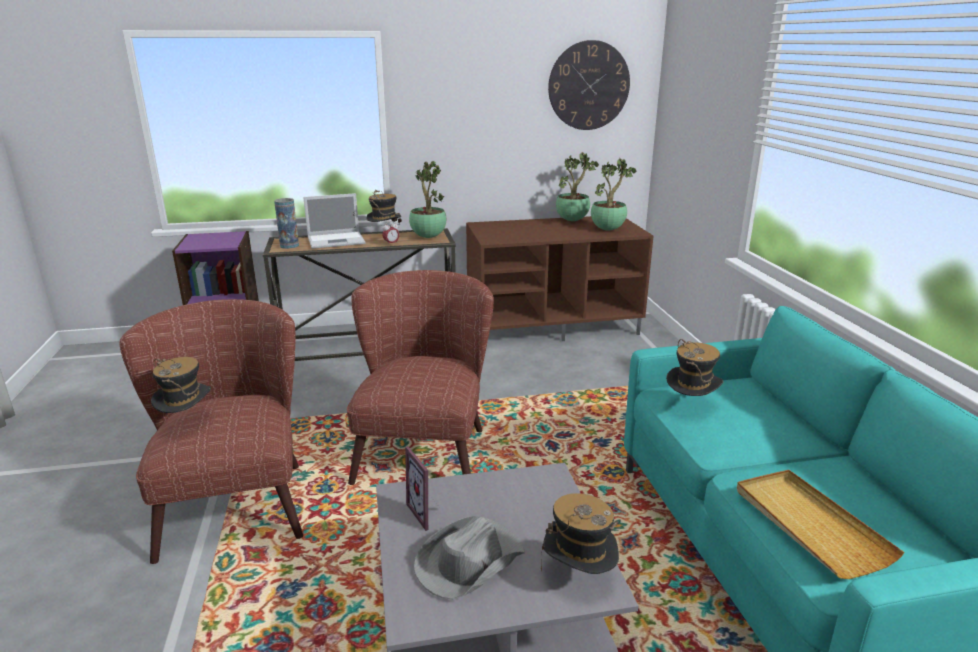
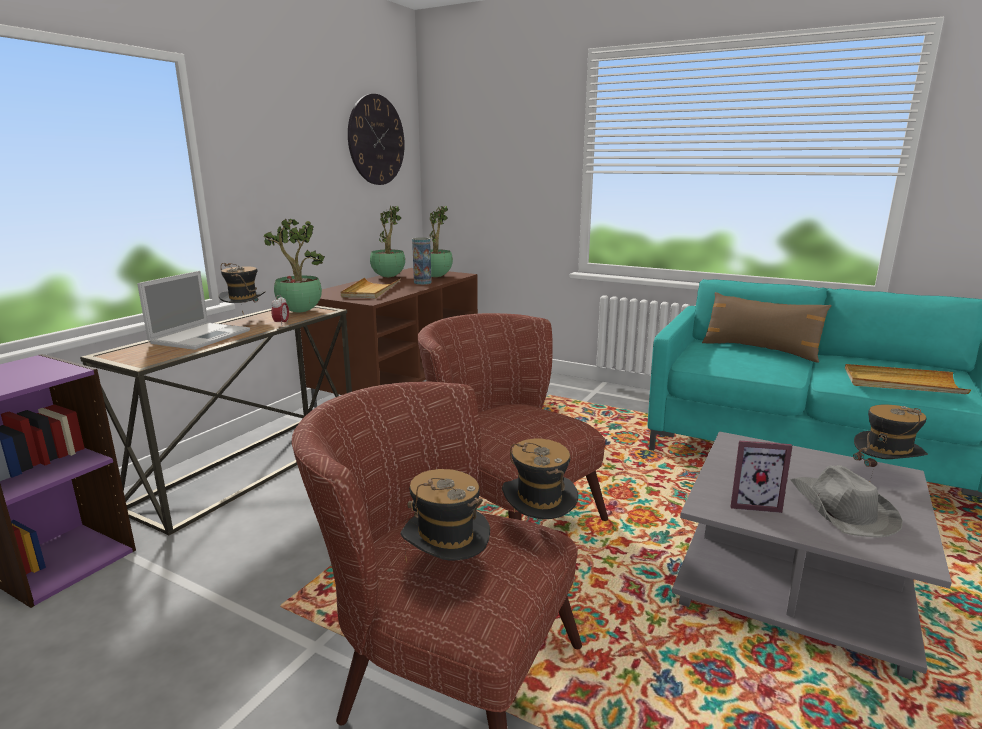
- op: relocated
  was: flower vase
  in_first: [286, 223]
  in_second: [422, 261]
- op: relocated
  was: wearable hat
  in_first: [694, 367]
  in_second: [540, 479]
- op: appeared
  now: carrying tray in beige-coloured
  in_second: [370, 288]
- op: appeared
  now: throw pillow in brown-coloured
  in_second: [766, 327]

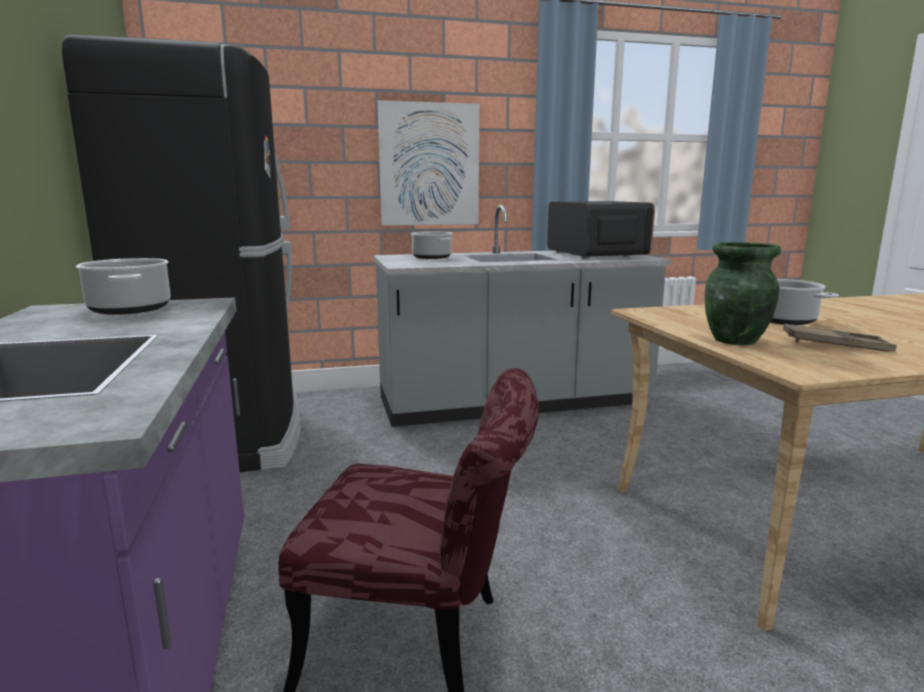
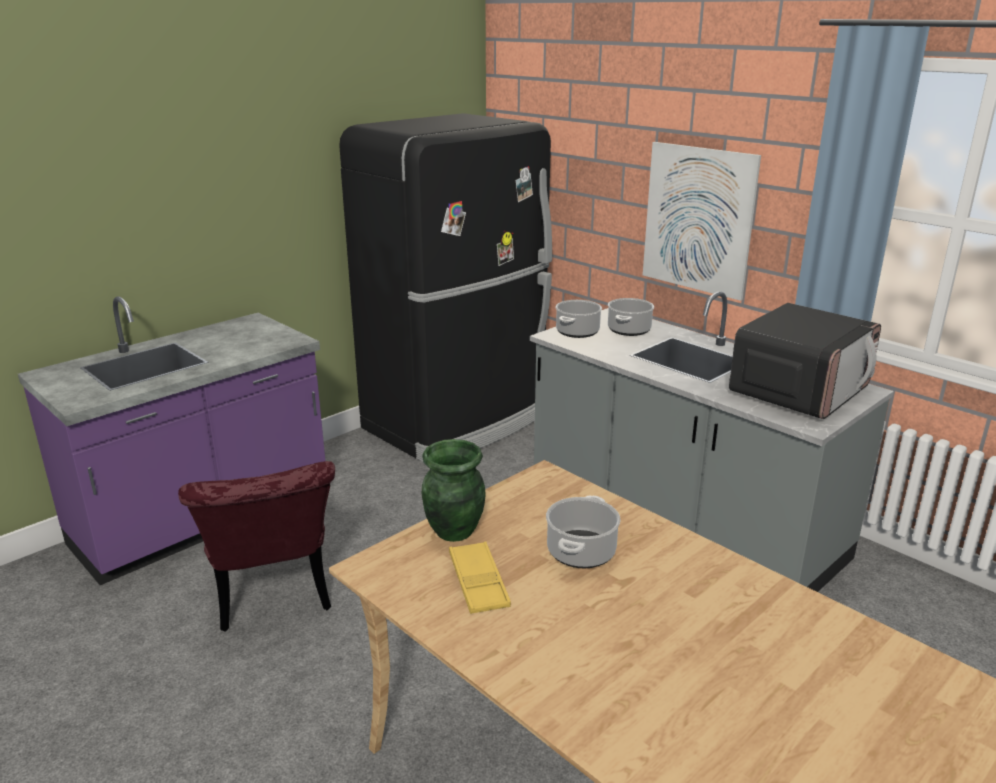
- op: relocated
  was: cooking pot
  in_first: [123, 286]
  in_second: [579, 319]
- op: colour
  was: carrying tray in brown-coloured
  now: carrying tray in yellow
  in_first: [840, 337]
  in_second: [480, 577]

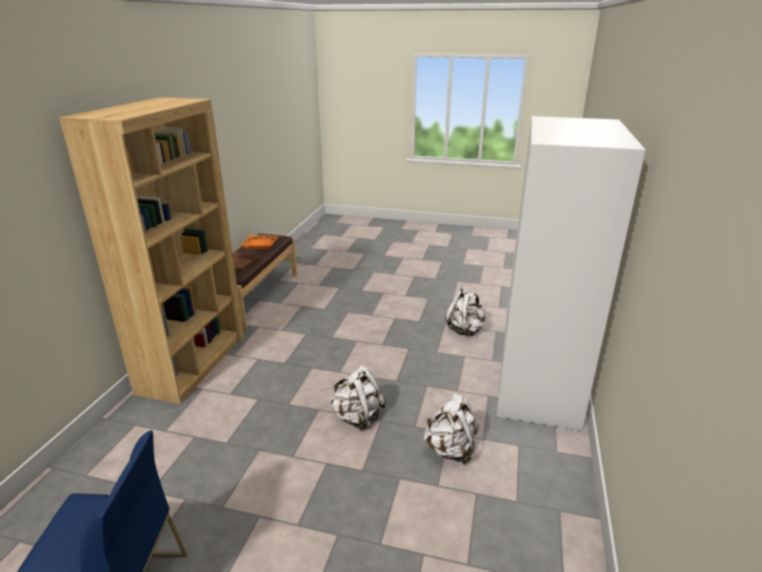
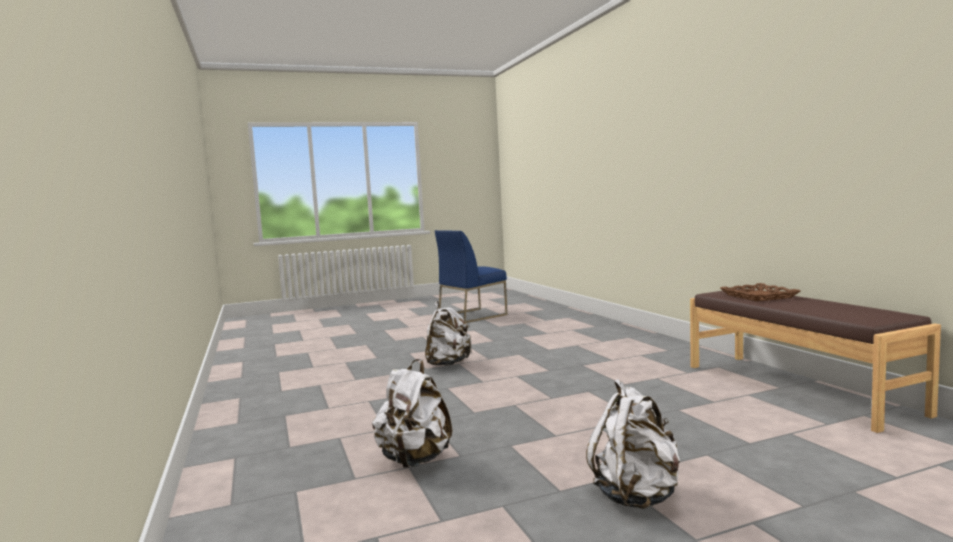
- op: missing
  was: bookcase in brown-coloured
  in_first: [151, 250]
- op: missing
  was: clothes cupboard in white
  in_first: [571, 273]
- op: missing
  was: carrying tray in orangey
  in_first: [259, 242]
- op: relocated
  was: backpack in white
  in_first: [451, 429]
  in_second: [633, 444]

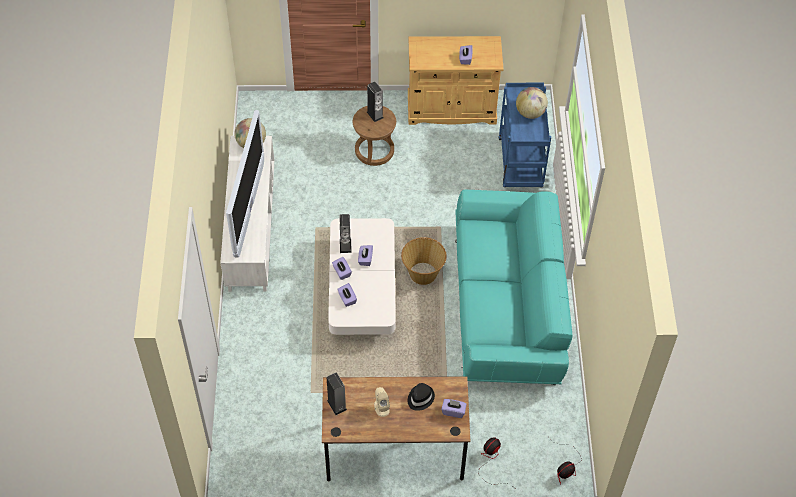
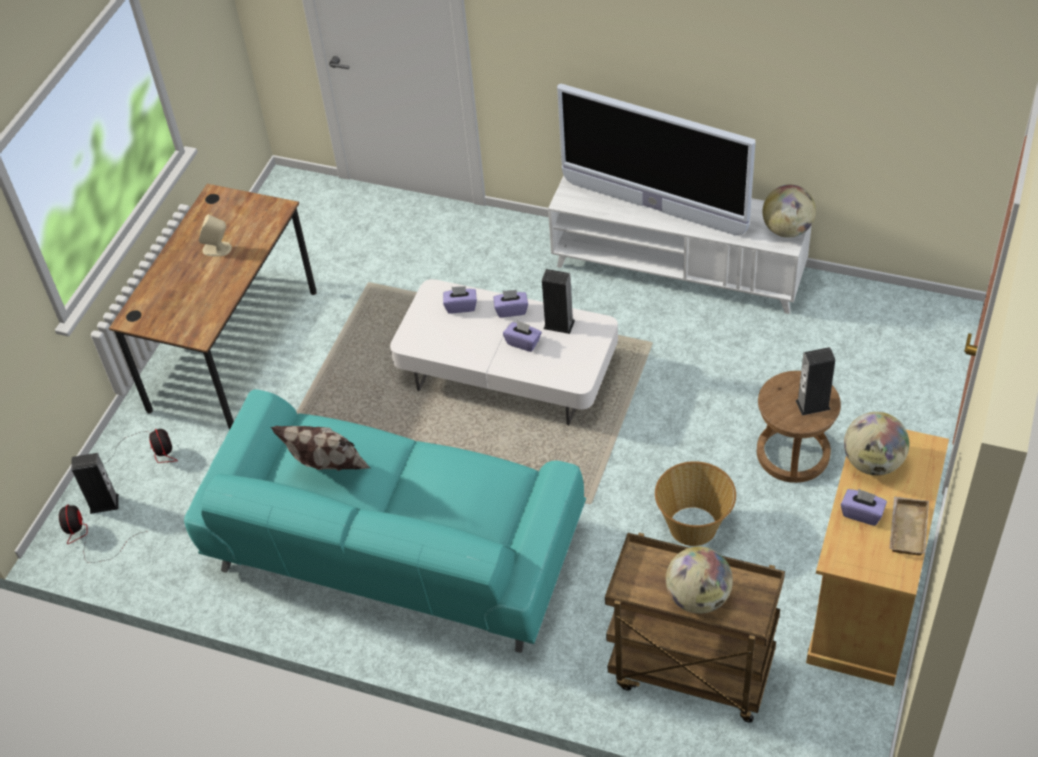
- op: colour
  was: cart in blue-coloured
  now: cart in brown-coloured
  in_first: [524, 135]
  in_second: [695, 628]
- op: relocated
  was: storage basket
  in_first: [424, 261]
  in_second: [695, 503]
- op: relocated
  was: speaker
  in_first: [337, 394]
  in_second: [95, 483]
- op: missing
  was: wearable hat in black-coloured
  in_first: [421, 397]
- op: missing
  was: tissue holder in purplish
  in_first: [454, 408]
- op: appeared
  now: desk globe
  in_second: [876, 444]
- op: appeared
  now: throw pillow
  in_second: [320, 448]
- op: appeared
  now: carrying tray in beige-coloured
  in_second: [909, 526]

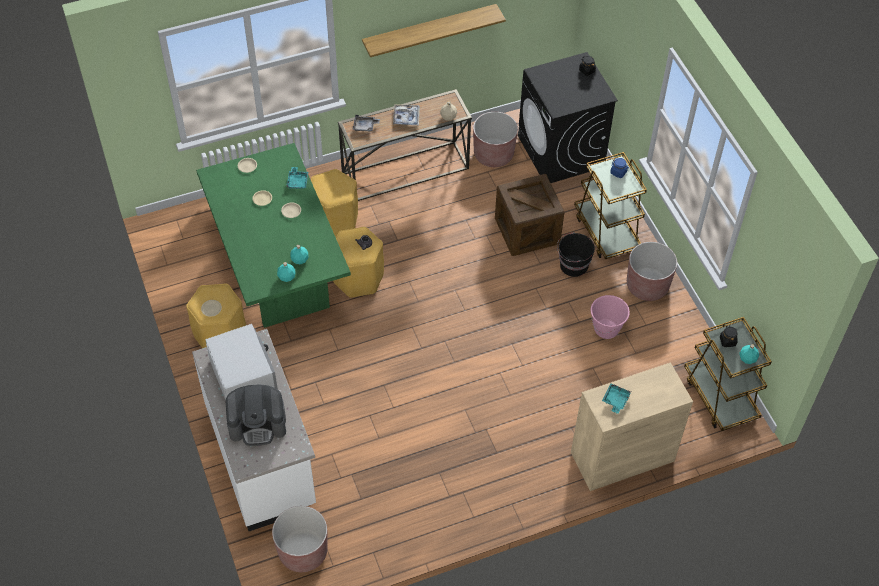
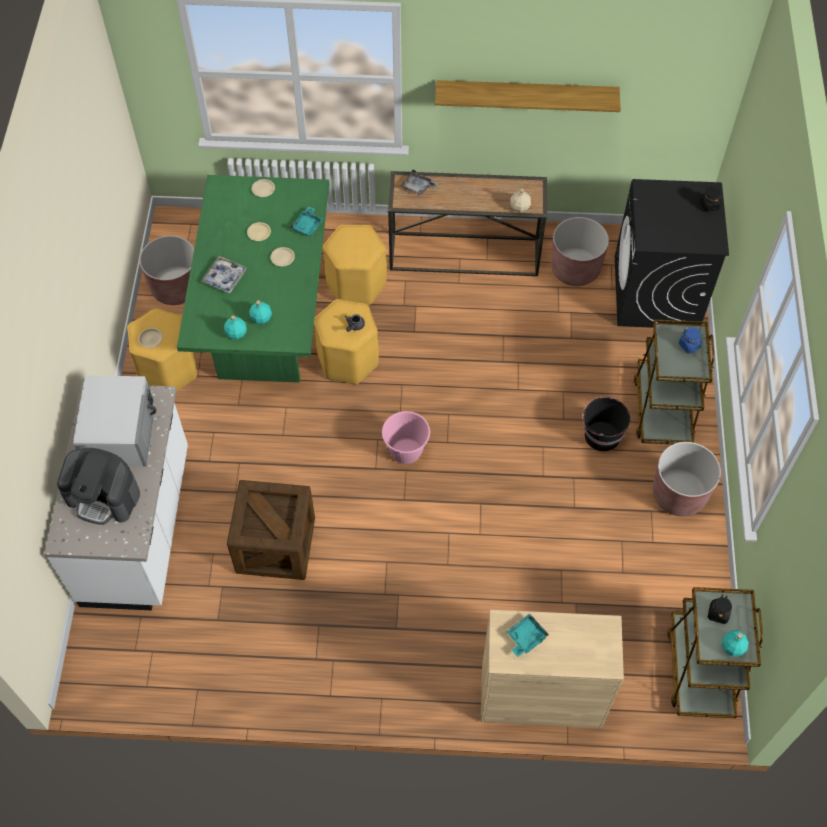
- op: relocated
  was: carrying tray
  in_first: [406, 114]
  in_second: [224, 274]
- op: relocated
  was: crate
  in_first: [530, 215]
  in_second: [271, 530]
- op: relocated
  was: bucket in pink
  in_first: [610, 317]
  in_second: [406, 437]
- op: relocated
  was: plant pot in brown-coloured
  in_first: [300, 539]
  in_second: [167, 270]

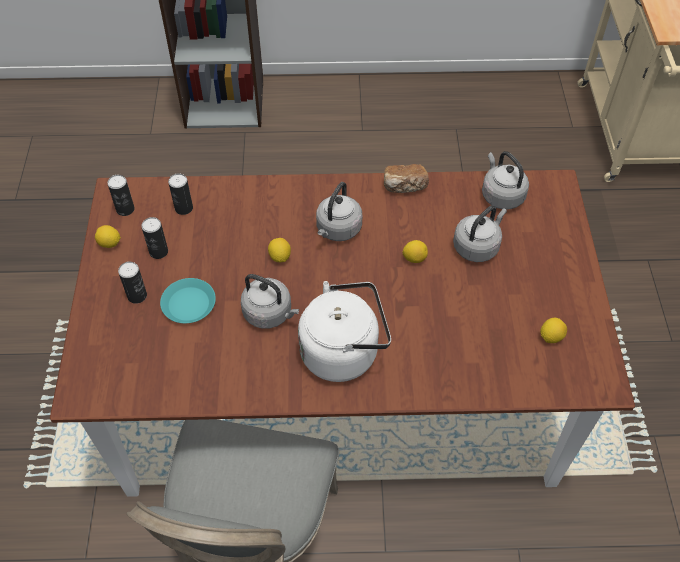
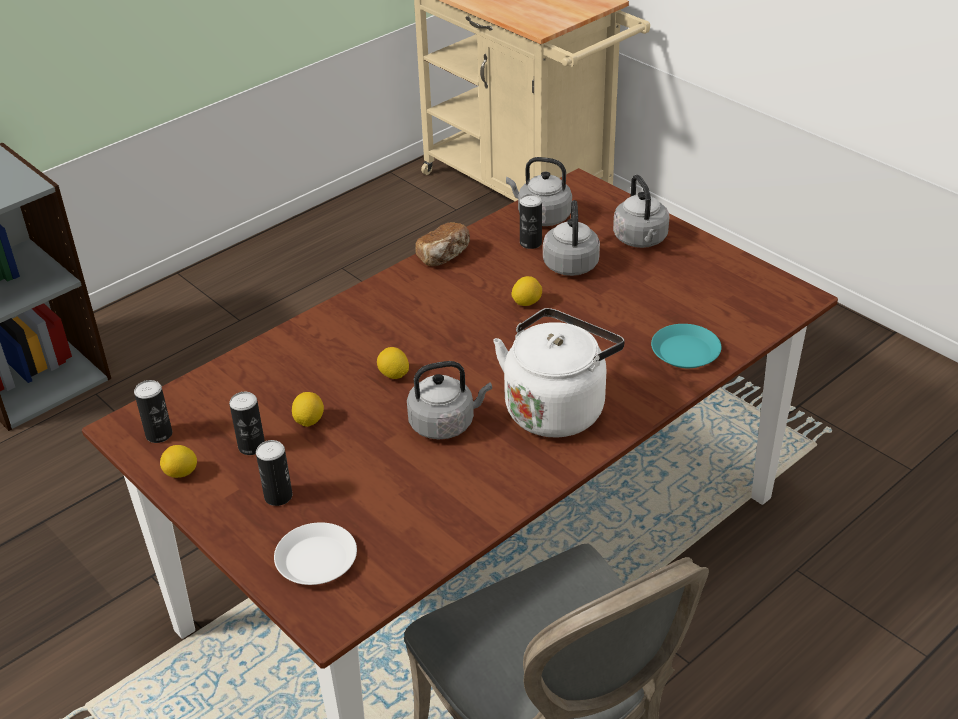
- op: relocated
  was: sealed can
  in_first: [180, 194]
  in_second: [531, 221]
- op: relocated
  was: water kettle in greyish
  in_first: [339, 211]
  in_second: [641, 211]
- op: relocated
  was: flat dish in turquoise
  in_first: [188, 300]
  in_second: [686, 346]
- op: relocated
  was: lemon
  in_first: [553, 330]
  in_second: [308, 409]
- op: appeared
  now: flat dish in white
  in_second: [315, 553]

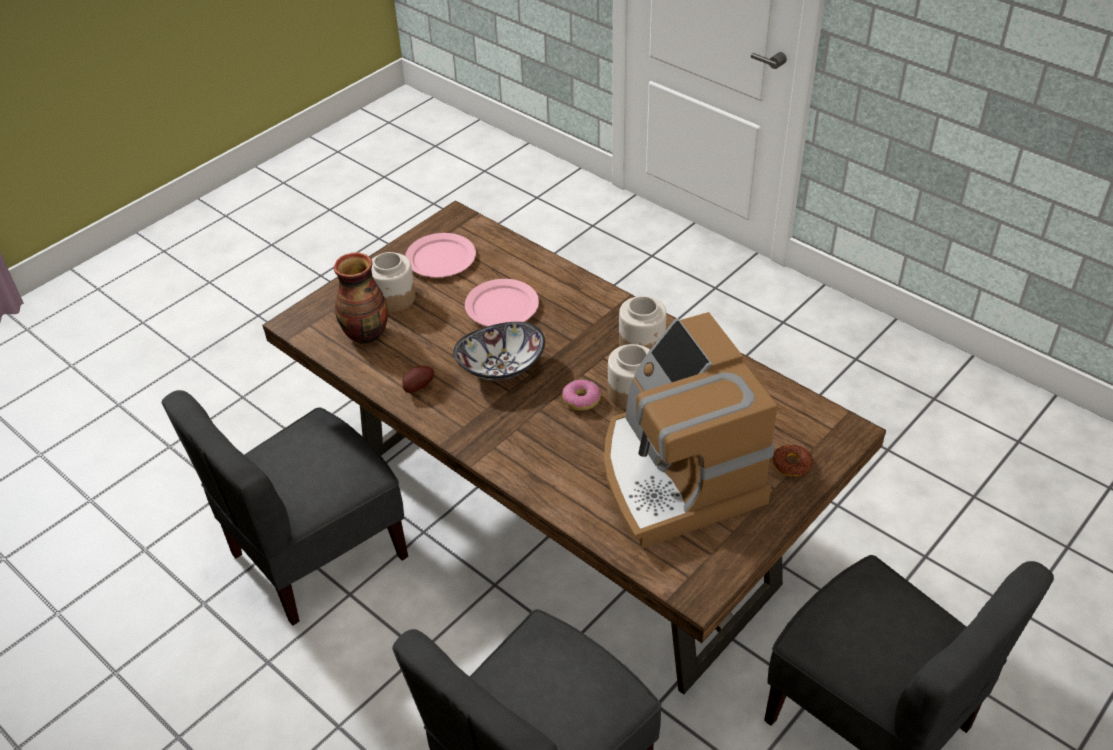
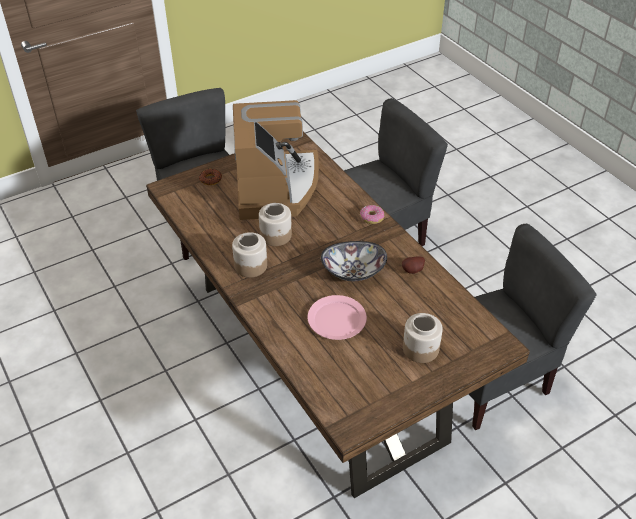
- op: missing
  was: flat dish in pink
  in_first: [440, 255]
- op: missing
  was: flower vase
  in_first: [361, 297]
- op: relocated
  was: doughnut
  in_first: [581, 395]
  in_second: [372, 214]

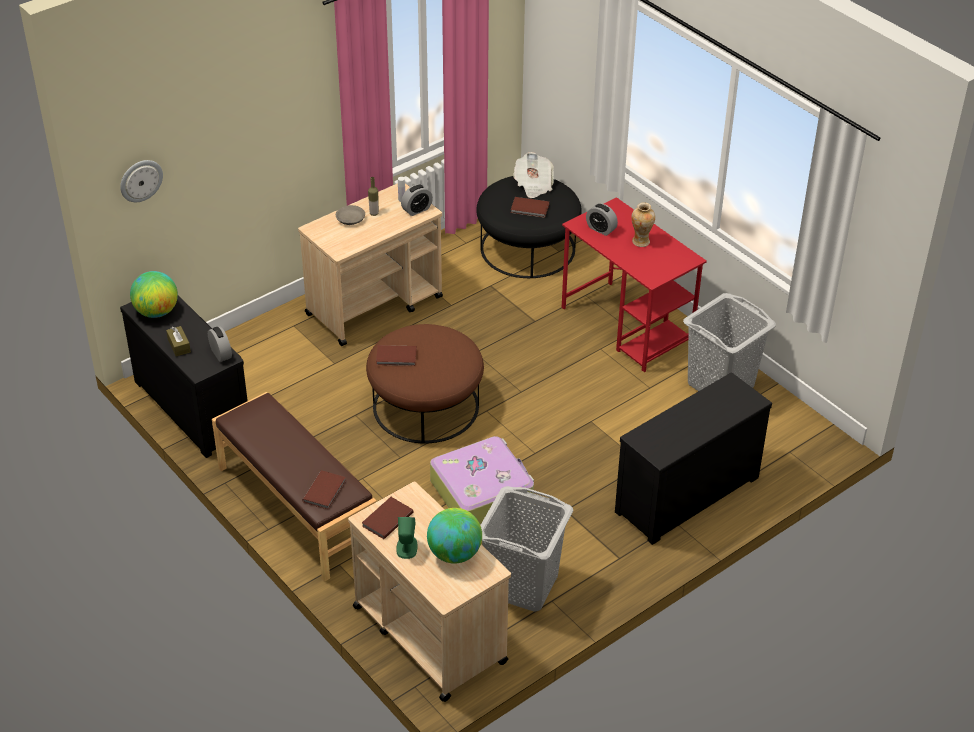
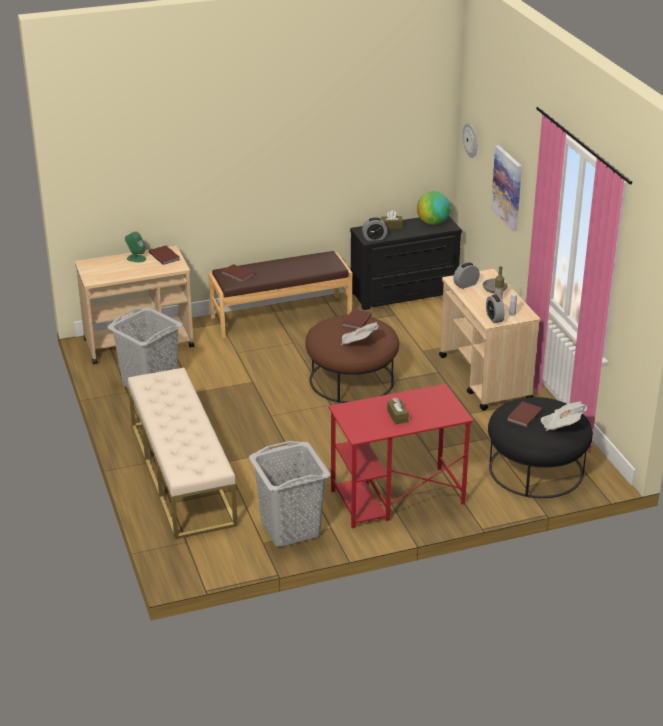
- op: exchanged
  was: flower vase
  now: tissue holder in brown-coloured
  in_first: [643, 224]
  in_second: [398, 411]
- op: relocated
  was: bedside clock
  in_first: [602, 219]
  in_second: [466, 275]
- op: exchanged
  was: chest of drawers in black-coloured
  now: indoor bench in beige-coloured
  in_first: [693, 458]
  in_second: [183, 453]
- op: missing
  was: piece of luggage
  in_first: [482, 480]
- op: missing
  was: desk globe
  in_first: [454, 535]
- op: appeared
  now: wall art
  in_second: [506, 188]
- op: appeared
  now: printed paper
  in_second: [359, 333]

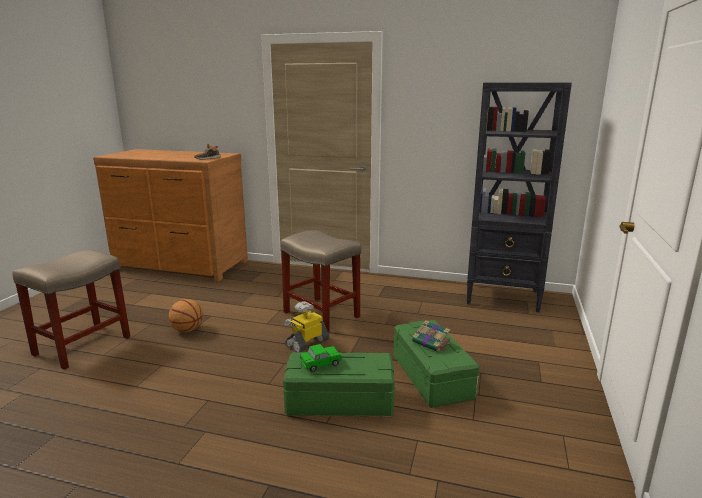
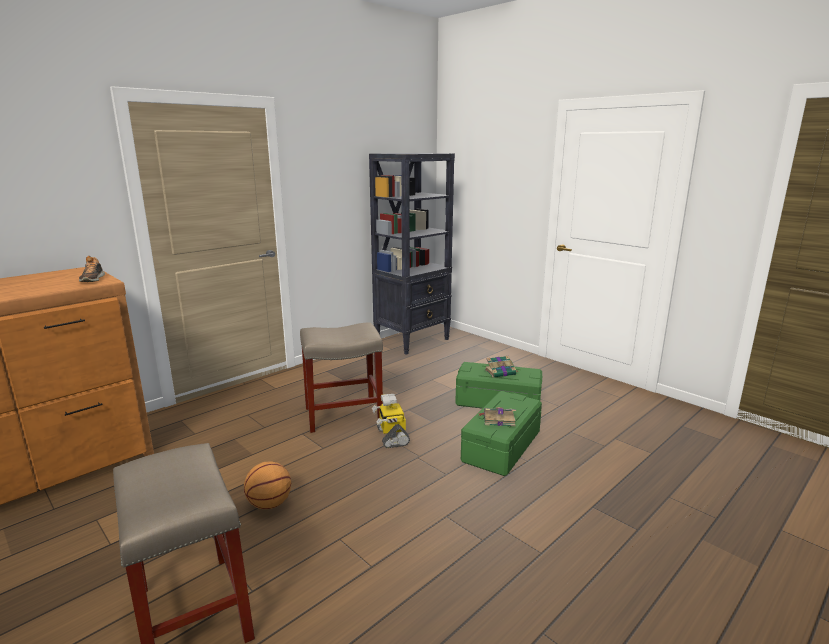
- op: exchanged
  was: model car
  now: bound book
  in_first: [320, 358]
  in_second: [497, 416]

